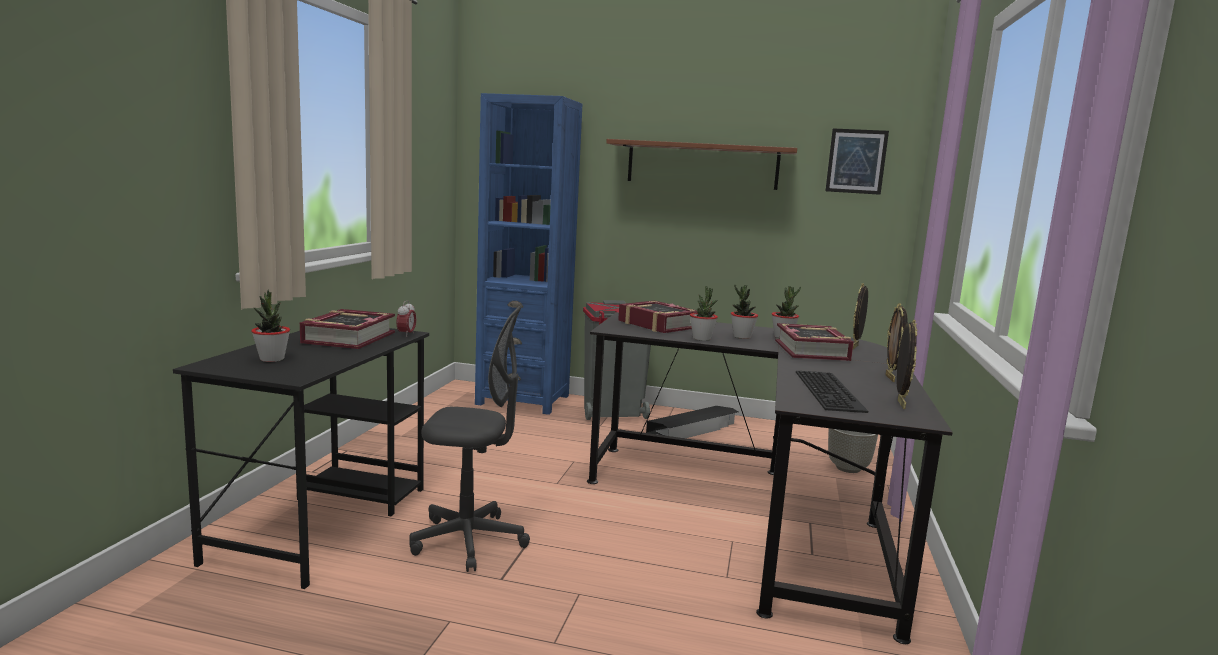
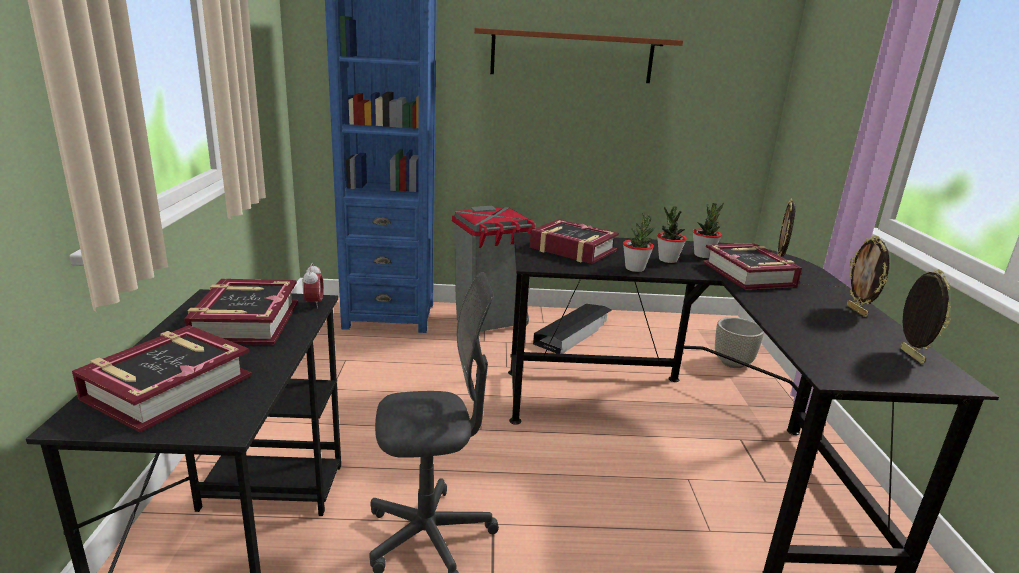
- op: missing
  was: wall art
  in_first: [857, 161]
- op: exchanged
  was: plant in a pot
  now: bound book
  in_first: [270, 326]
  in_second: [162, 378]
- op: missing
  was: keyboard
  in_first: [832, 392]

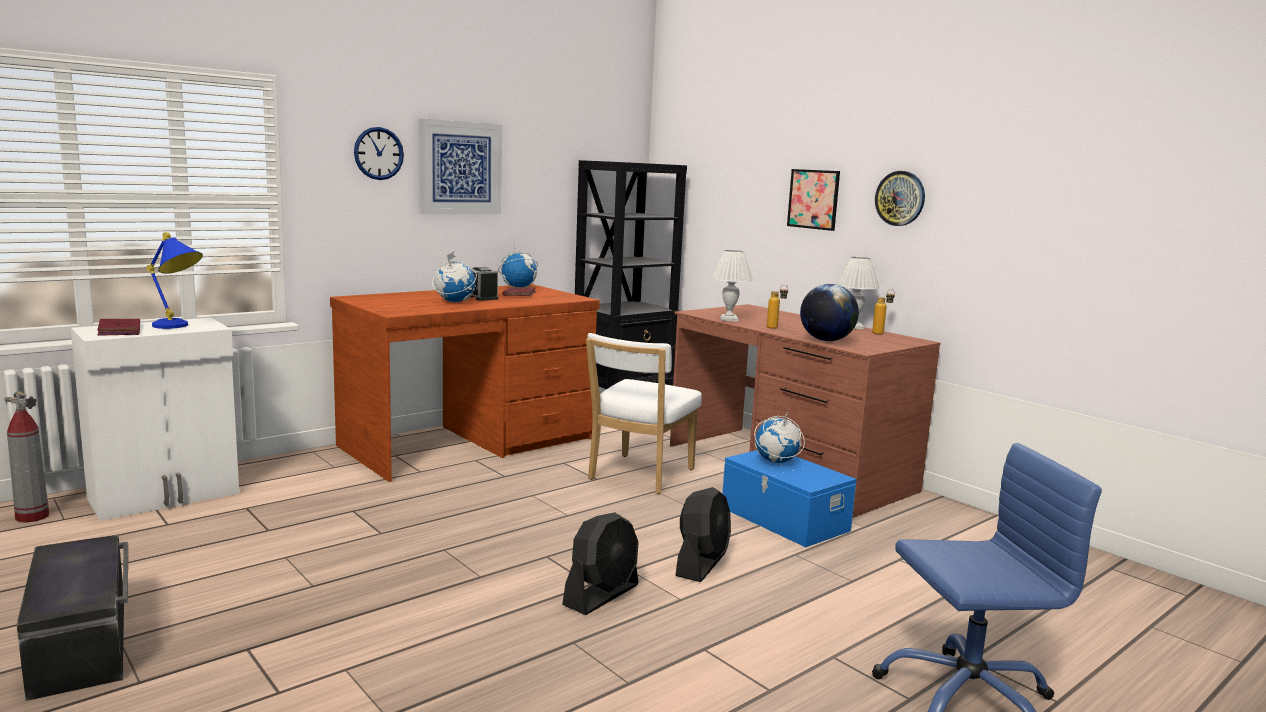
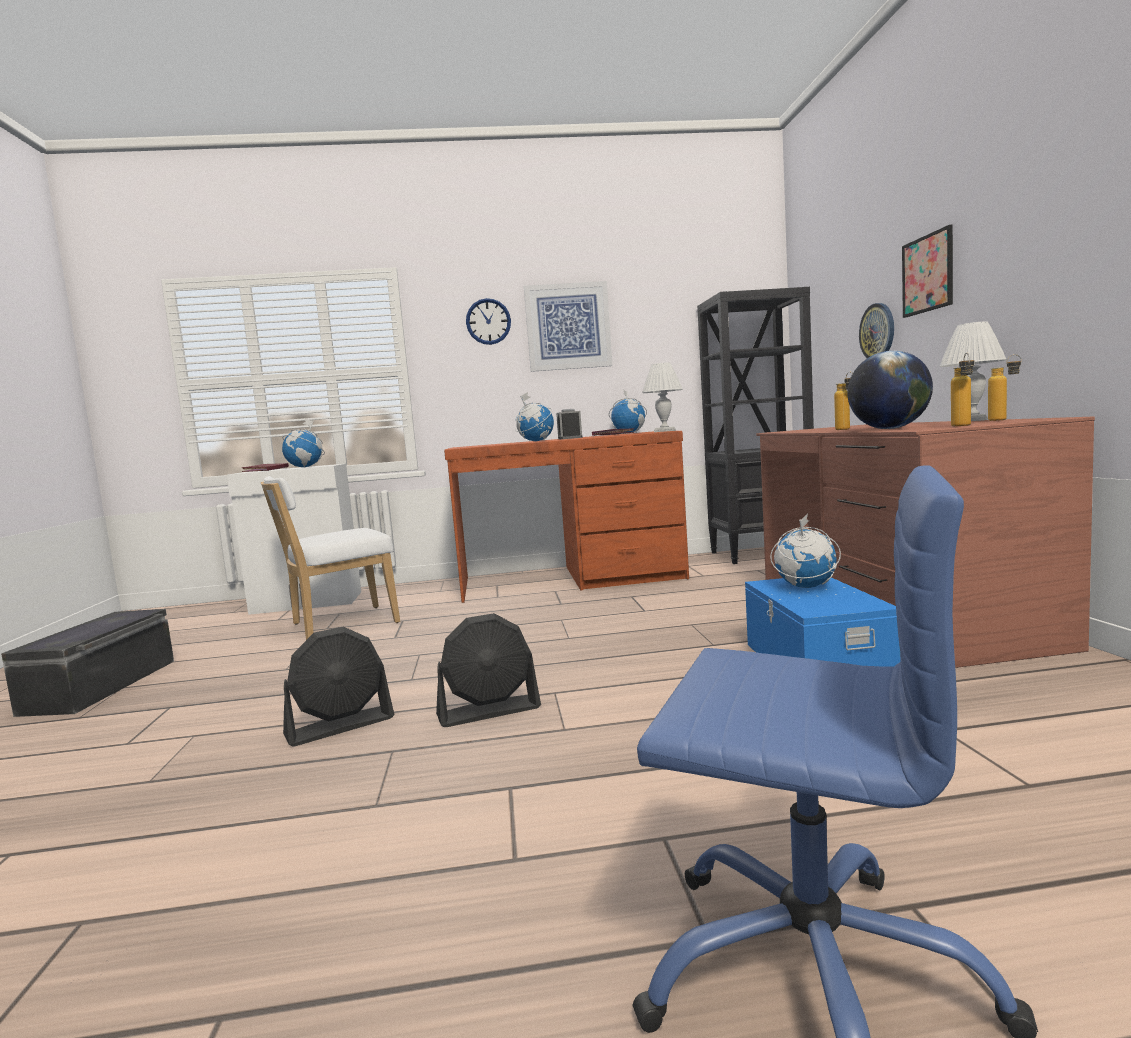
- op: relocated
  was: wall clock
  in_first: [900, 198]
  in_second: [876, 330]
- op: exchanged
  was: table lamp in blue-coloured
  now: desk globe
  in_first: [174, 280]
  in_second: [303, 442]
- op: relocated
  was: table lamp in white
  in_first: [732, 286]
  in_second: [662, 397]
- op: relocated
  was: chair in white
  in_first: [644, 413]
  in_second: [330, 558]
- op: missing
  was: extinguisher
  in_first: [26, 457]
- op: relocated
  was: cooling fan in black-coloured
  in_first: [703, 534]
  in_second: [338, 686]
- op: appeared
  now: beverage bottle
  in_second: [962, 389]

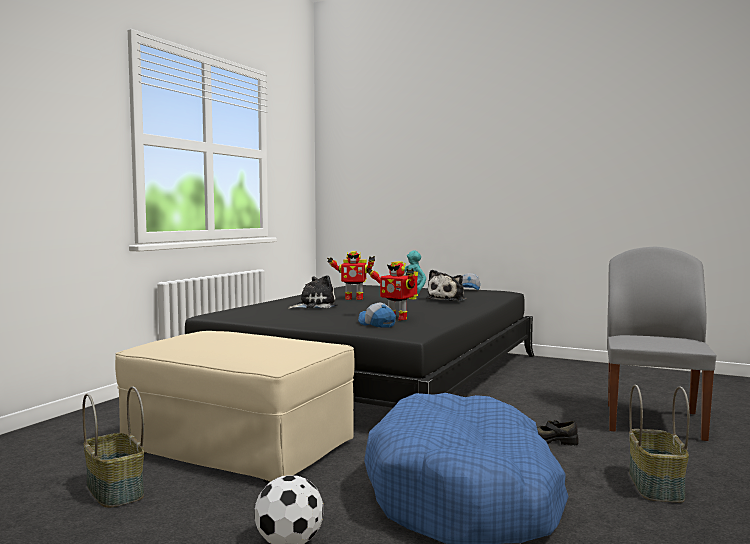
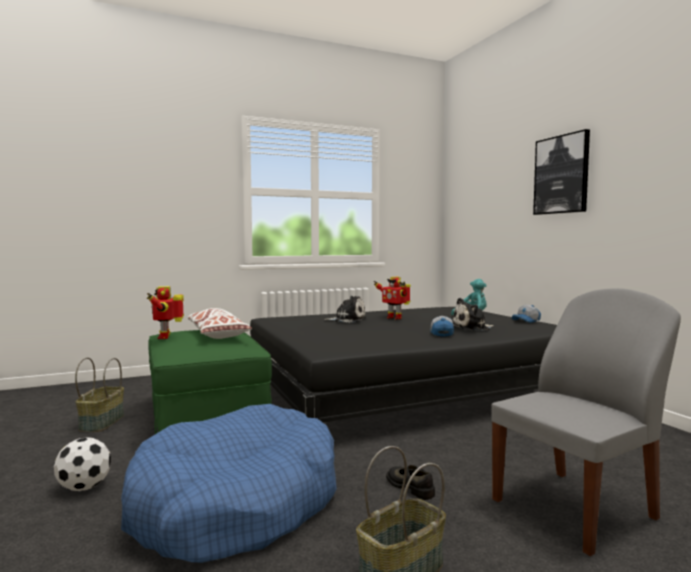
- op: relocated
  was: robot figure
  in_first: [392, 291]
  in_second: [165, 312]
- op: relocated
  was: baseball cap
  in_first: [377, 315]
  in_second: [442, 326]
- op: colour
  was: footrest in beige-coloured
  now: footrest in green
  in_first: [235, 407]
  in_second: [210, 382]
- op: appeared
  now: wall art
  in_second: [561, 172]
- op: appeared
  now: throw pillow in white
  in_second: [220, 323]

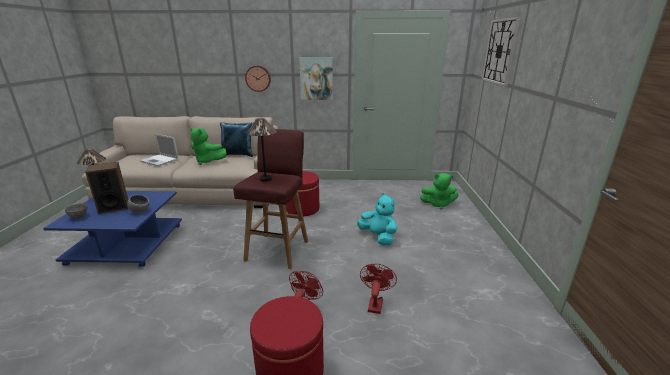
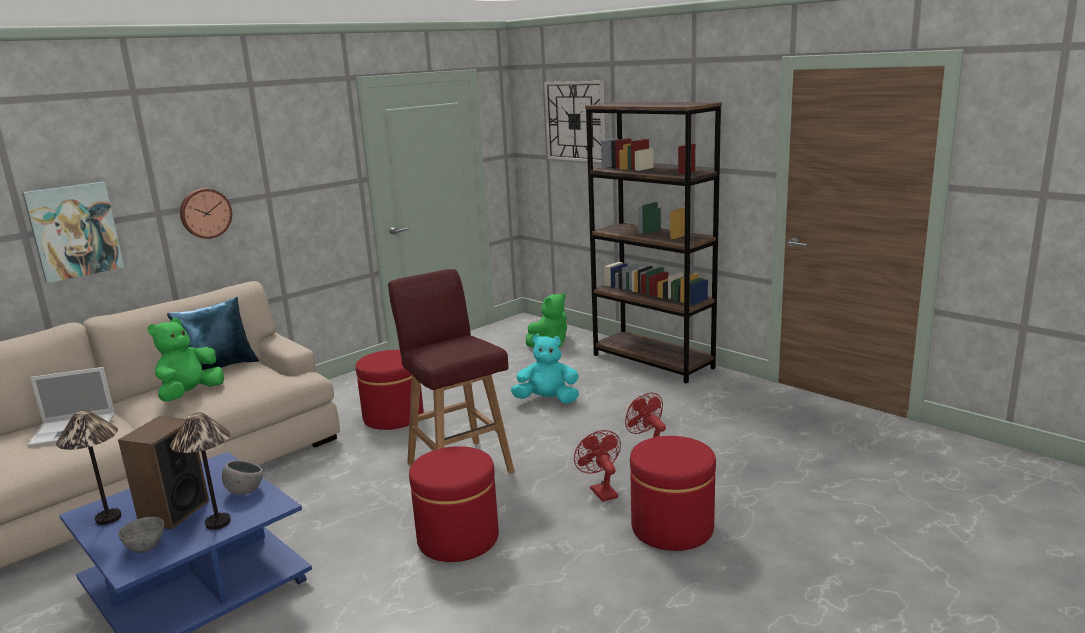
- op: relocated
  was: wall art
  in_first: [316, 78]
  in_second: [73, 232]
- op: relocated
  was: table lamp
  in_first: [262, 150]
  in_second: [200, 471]
- op: spun
  was: plush toy in green
  in_first: [208, 146]
  in_second: [186, 360]
  clockwise: 135
- op: appeared
  now: bookcase in brown-coloured
  in_second: [653, 243]
- op: appeared
  now: footrest in red
  in_second: [454, 504]

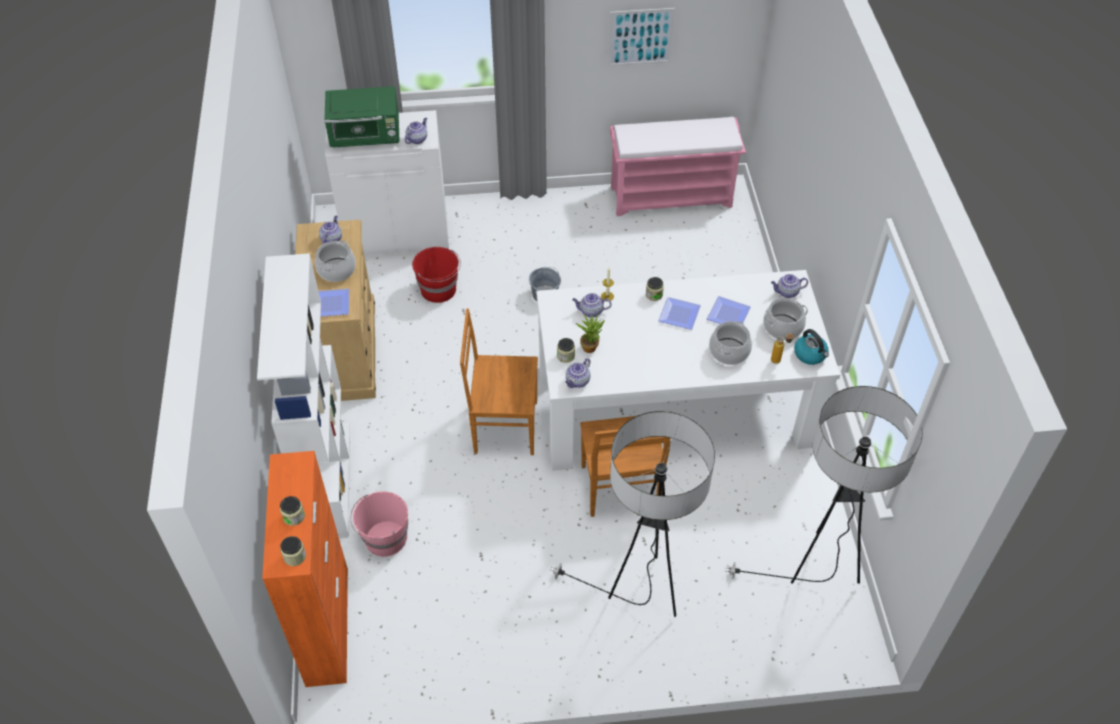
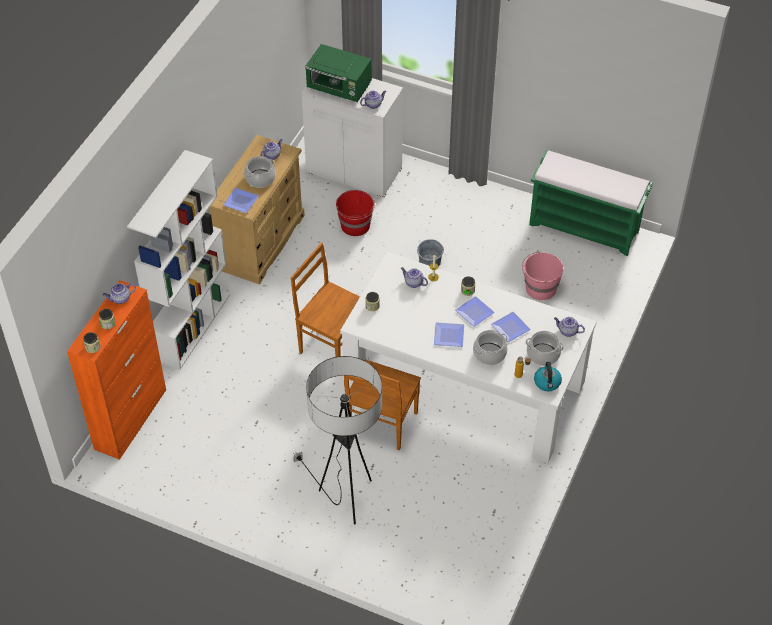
- op: missing
  was: wall art
  in_first: [641, 37]
- op: colour
  was: indoor bench in pink
  now: indoor bench in green
  in_first: [678, 166]
  in_second: [591, 203]
- op: missing
  was: plant in a pot
  in_first: [590, 333]
- op: relocated
  was: tea pot
  in_first: [578, 373]
  in_second: [119, 293]
- op: missing
  was: standard lamp
  in_first: [824, 485]
- op: relocated
  was: bucket in pink
  in_first: [379, 524]
  in_second: [542, 276]
- op: appeared
  now: flat dish
  in_second: [449, 334]

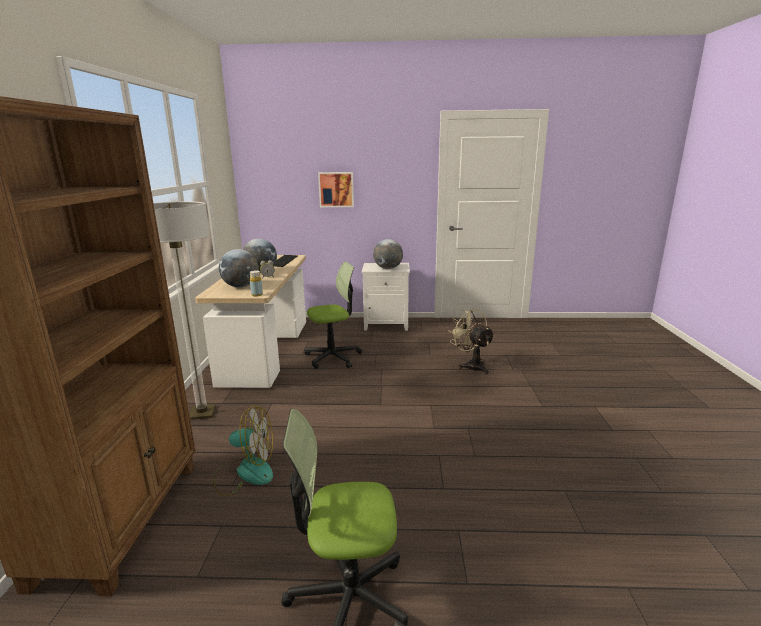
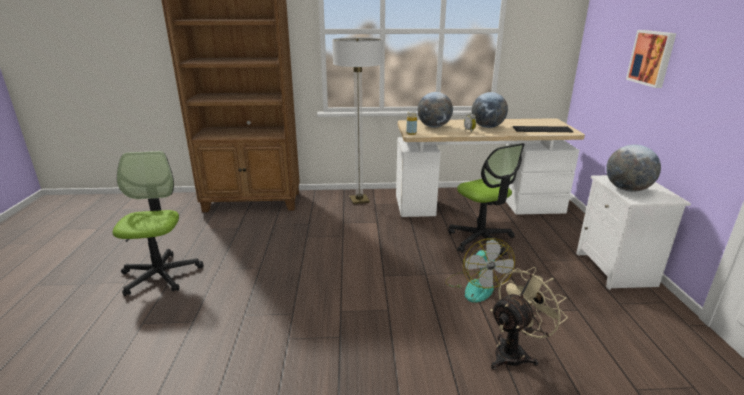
- op: relocated
  was: cooling fan
  in_first: [243, 451]
  in_second: [480, 270]

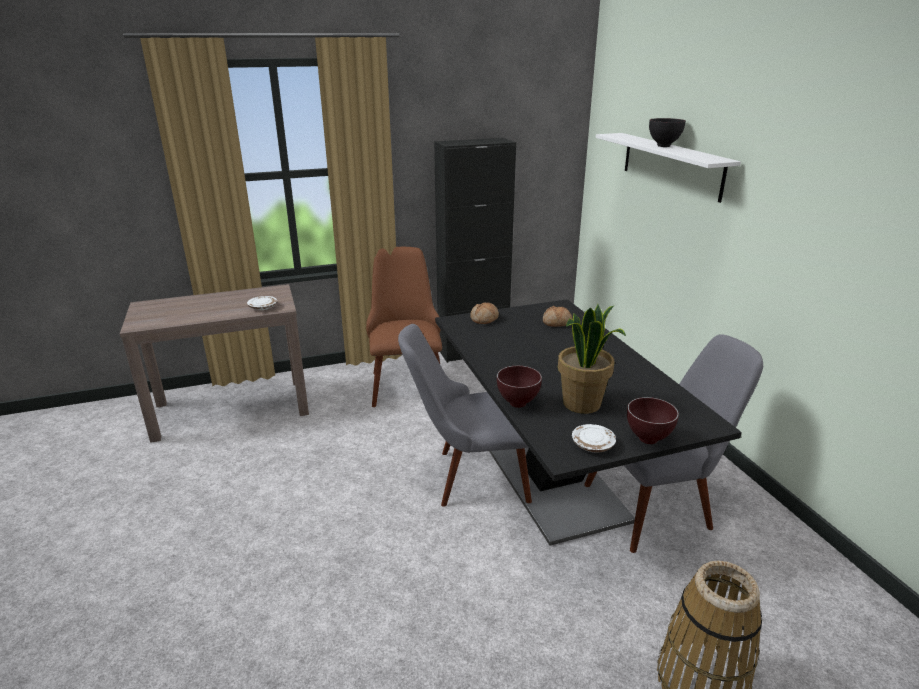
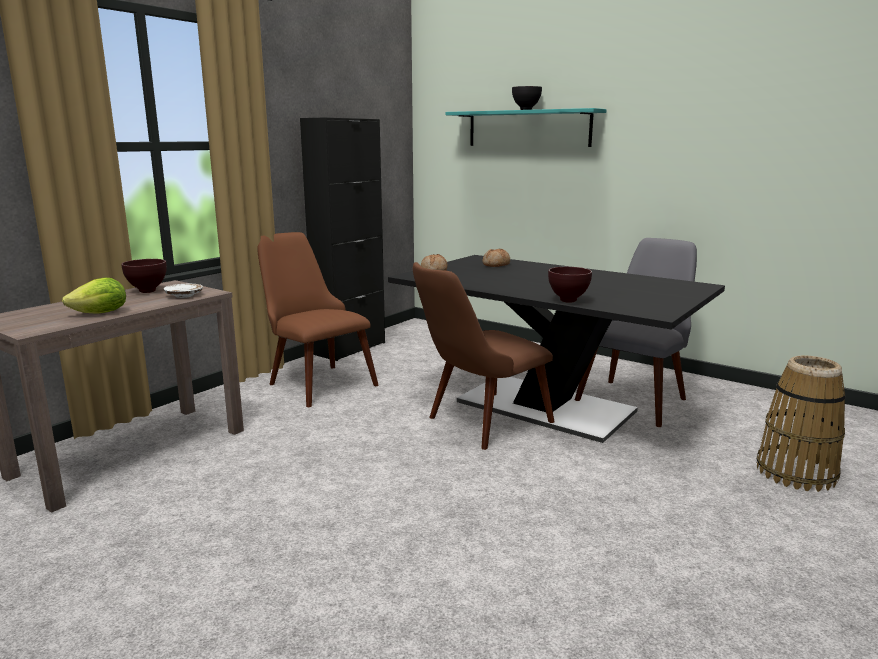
- op: colour
  was: wall shelf in white
  now: wall shelf in turquoise
  in_first: [668, 168]
  in_second: [526, 127]
- op: missing
  was: plant in a pot
  in_first: [592, 359]
- op: colour
  was: chair in greyish
  now: chair in brown-coloured
  in_first: [465, 415]
  in_second: [483, 356]
- op: relocated
  was: deep dish in brown-coloured
  in_first: [653, 420]
  in_second: [144, 276]
- op: missing
  was: flat dish in white
  in_first: [594, 438]
- op: appeared
  now: head of lettuce
  in_second: [94, 296]

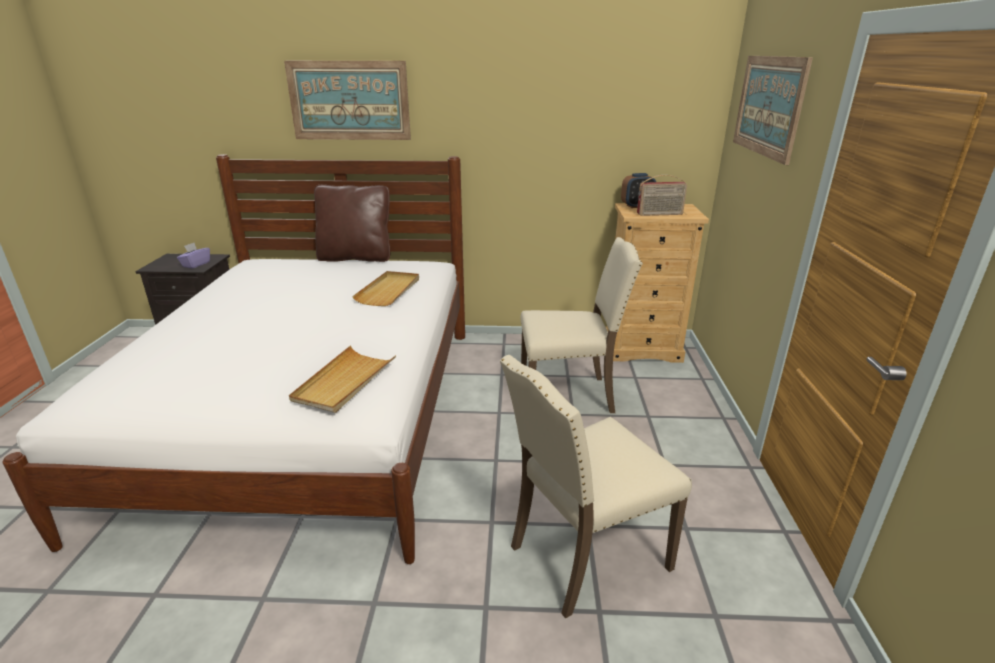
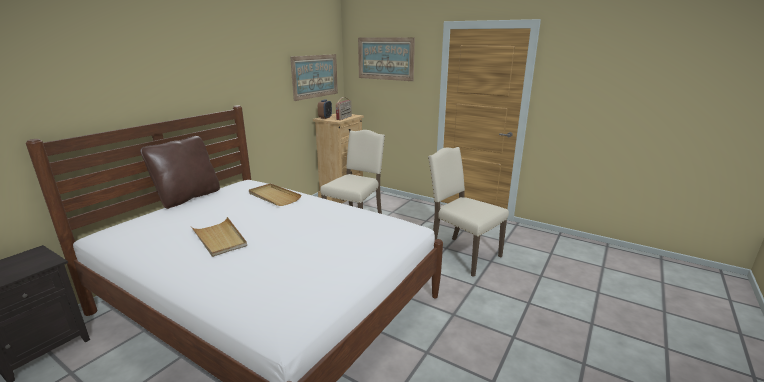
- op: relocated
  was: wall art
  in_first: [347, 100]
  in_second: [314, 77]
- op: missing
  was: tissue holder in purplish
  in_first: [193, 256]
- op: relocated
  was: carrying tray in beige-coloured
  in_first: [342, 379]
  in_second: [219, 237]
- op: spun
  was: chair in beige-coloured
  in_first: [596, 487]
  in_second: [468, 212]
  clockwise: 135

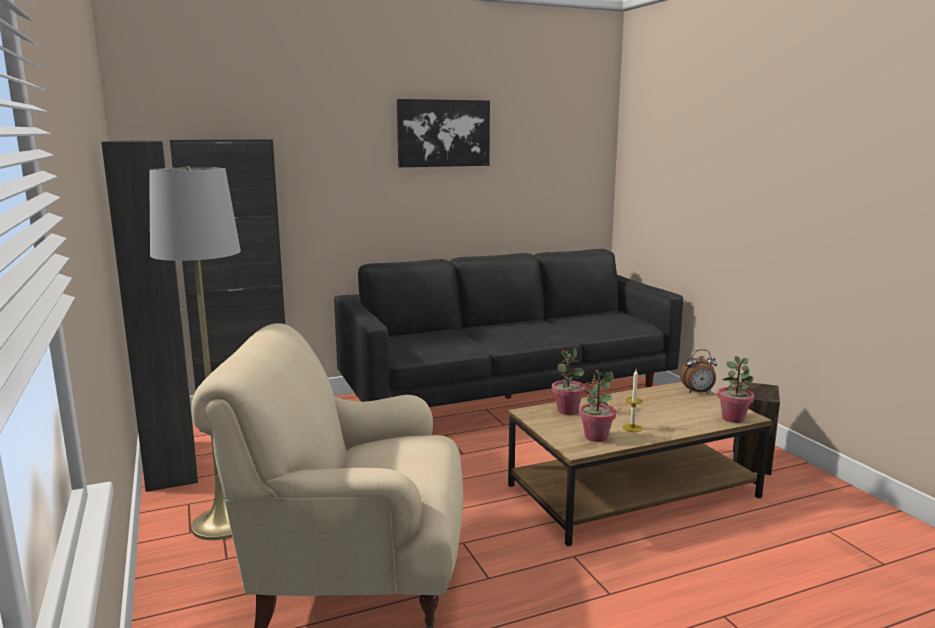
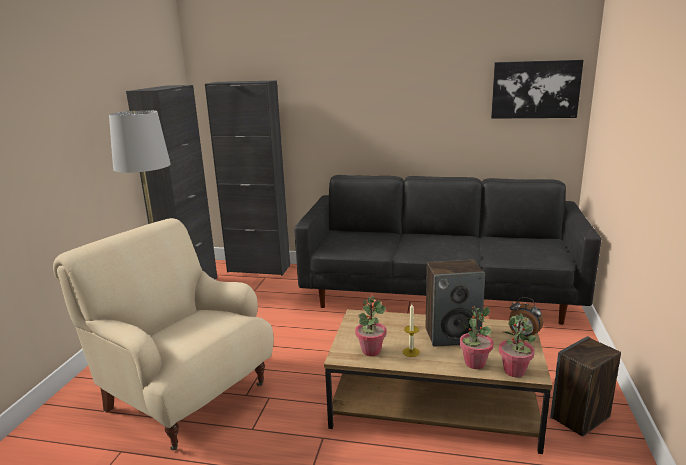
- op: relocated
  was: wall art
  in_first: [443, 133]
  in_second: [537, 89]
- op: relocated
  was: plant in a pot
  in_first: [569, 382]
  in_second: [476, 337]
- op: appeared
  now: speaker
  in_second: [455, 303]

